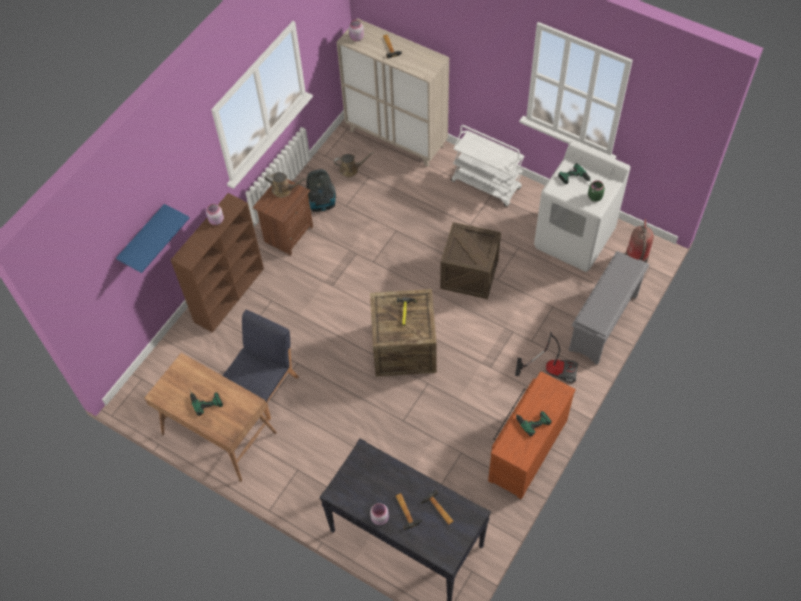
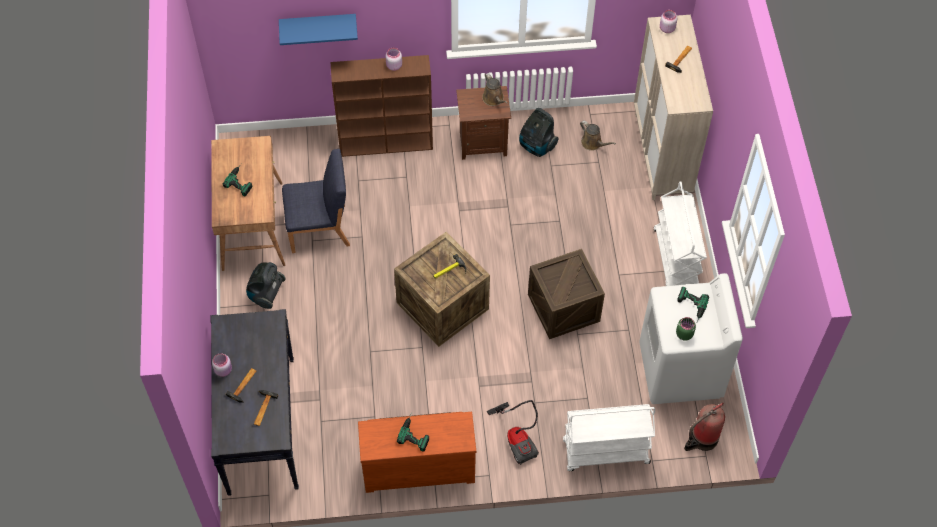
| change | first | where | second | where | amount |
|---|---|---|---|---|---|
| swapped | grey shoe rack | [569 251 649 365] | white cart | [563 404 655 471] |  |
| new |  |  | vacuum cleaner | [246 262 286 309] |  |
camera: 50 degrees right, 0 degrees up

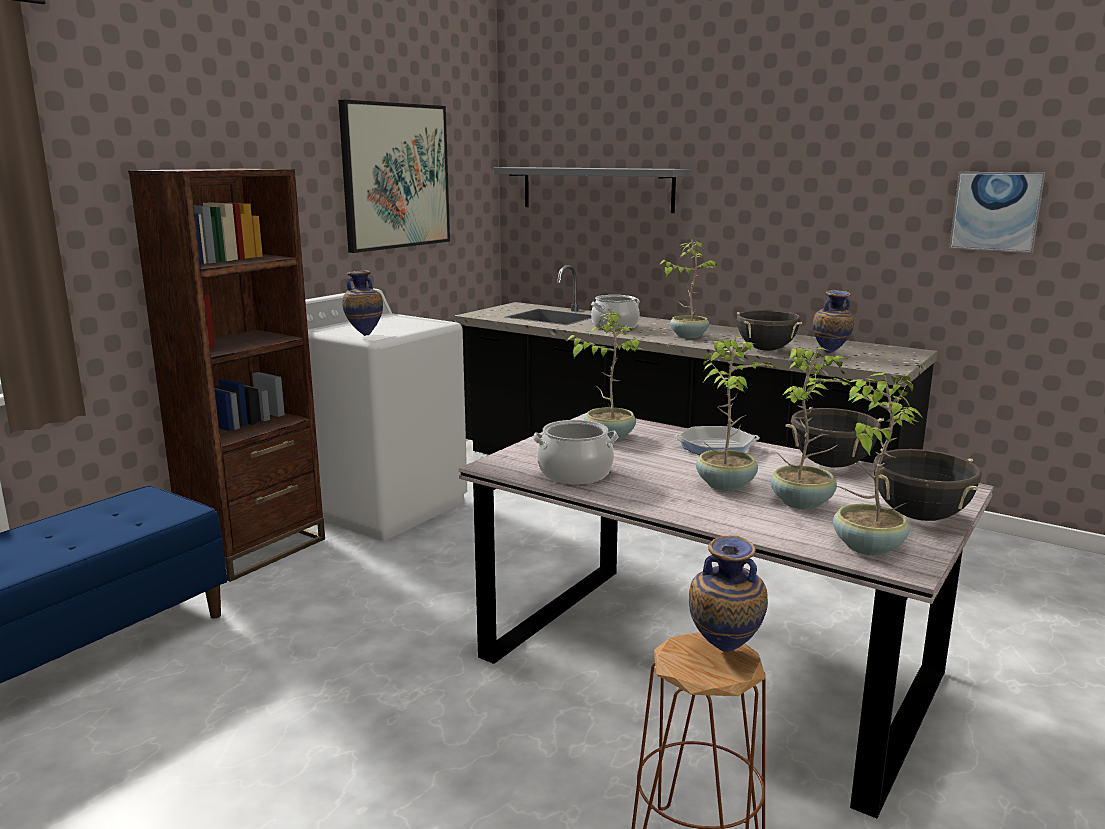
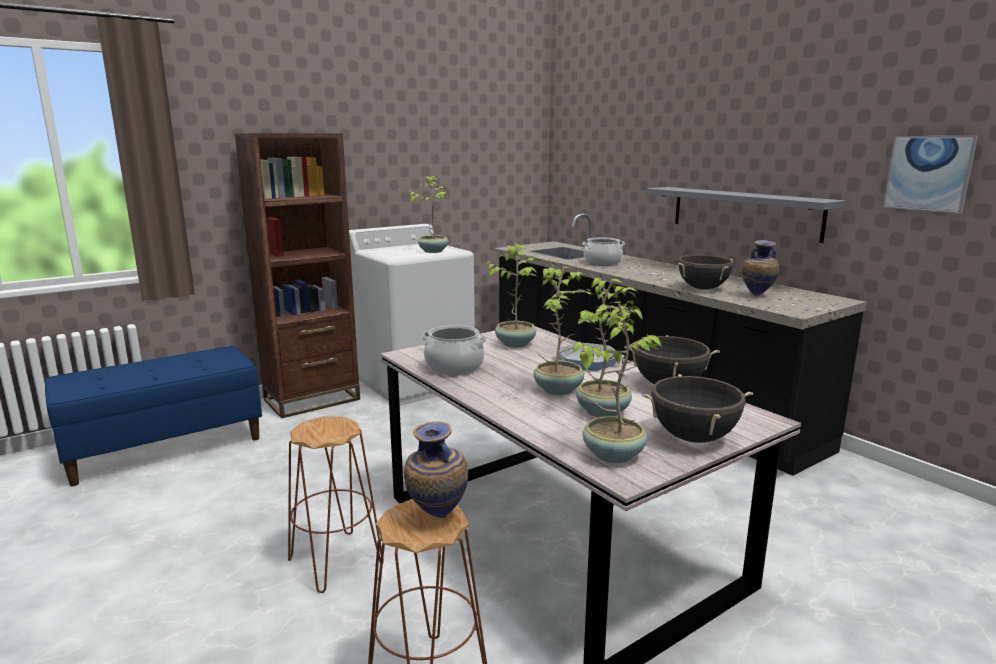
| change | first | where | second | where | amount |
|---|---|---|---|---|---|
| gone | picture | [338 100 450 253] |  |  |  |
| shifted | grey shelf | [493 167 691 213] |  | [647 187 846 243] |  |
| shifted | potted plant | [659 239 717 338] |  | [408 175 449 253] |  |
| gone | vase | [342 270 383 336] |  |  |  |
| new |  |  | brown stool | [288 416 384 593] |  |
camera: 20 degrees right, 0 degrees up

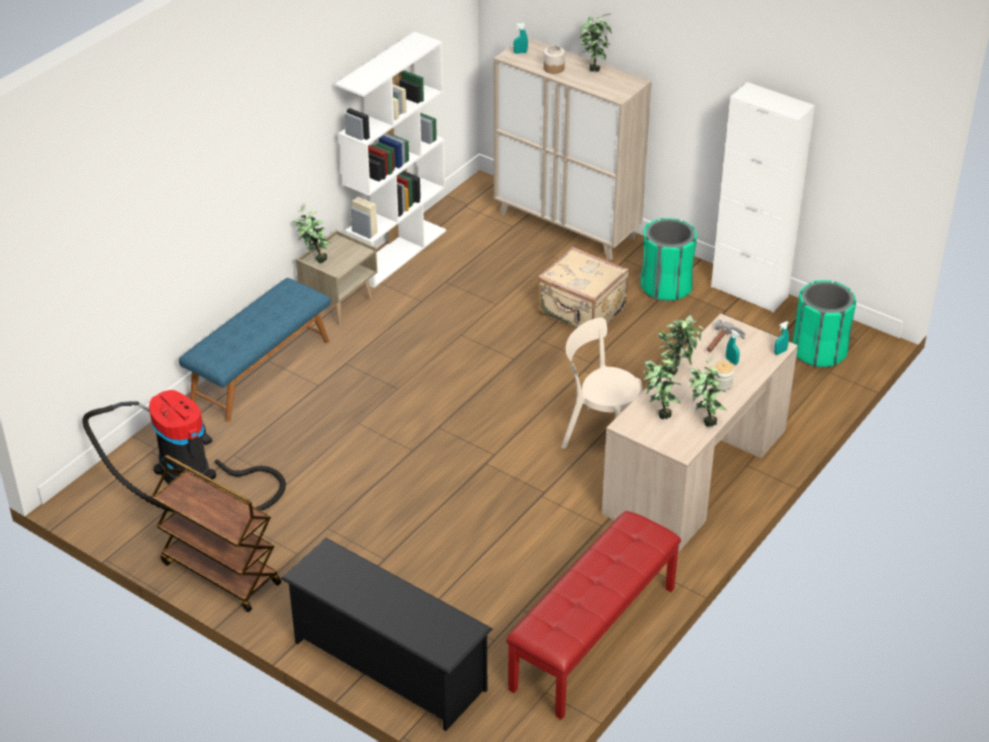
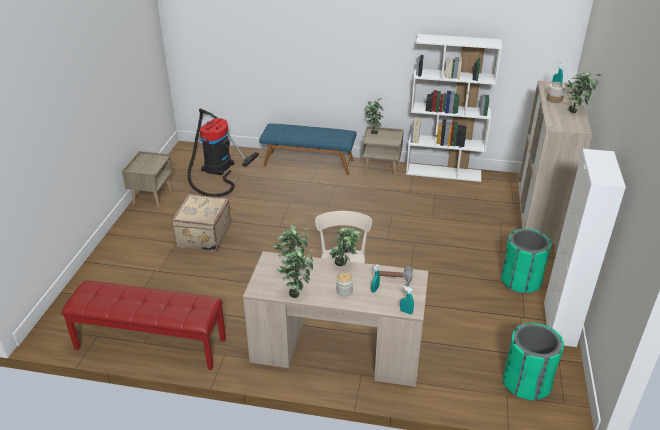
| change | first | where | second | where | amount |
|---|---|---|---|---|---|
| shifted | beige suitcase | [538 247 629 328] |  | [171 194 231 251] |  |
| swapped | brown cart | [151 455 281 612] | beige nightstand | [122 151 172 208] |  |
| gone | black shoe rack | [281 538 493 731] |  |  |  |
camera: 65 degrees right, 5 degrees down

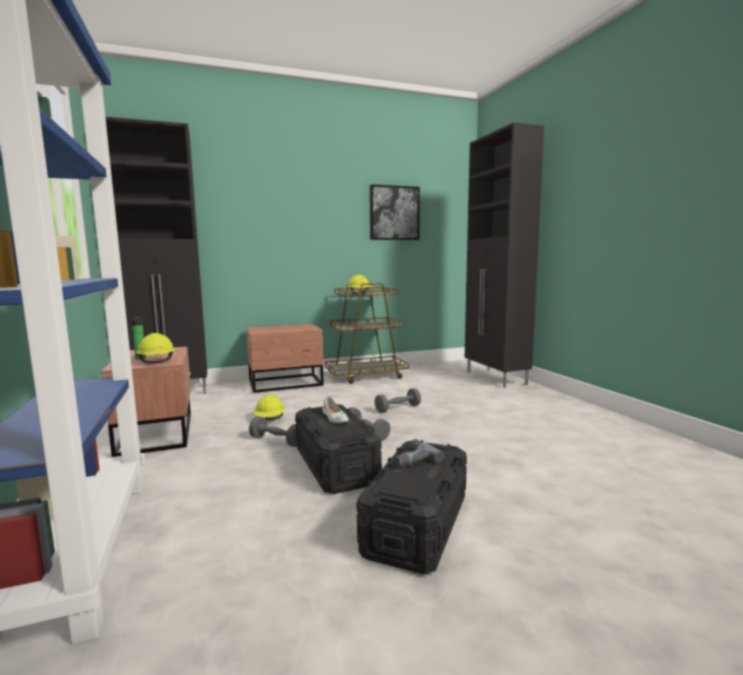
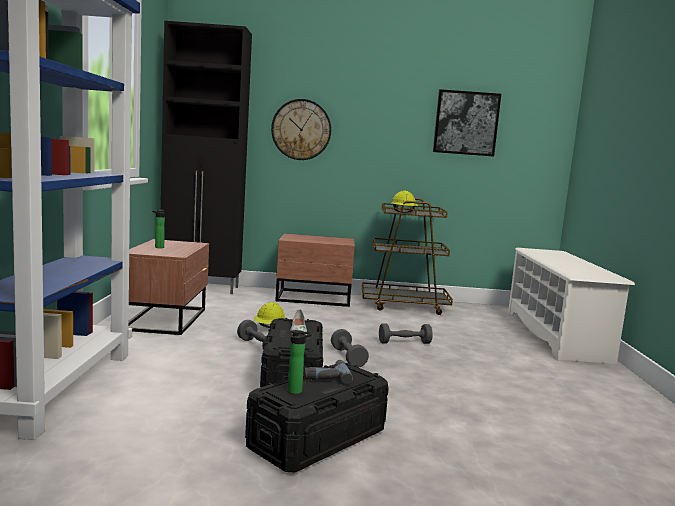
| change | first | where | second | where | amount |
|---|---|---|---|---|---|
| swapped | black cabinet | [465 122 544 388] | white shoe rack | [508 248 635 364] |  |
| gone | yellow hard hat | [136 333 176 363] |  |  |  |
| new |  |  | wall clock | [271 99 331 160] |  |
| new |  |  | bottle | [288 330 312 394] |  |
camera: 20 degrees right, 0 degrees up

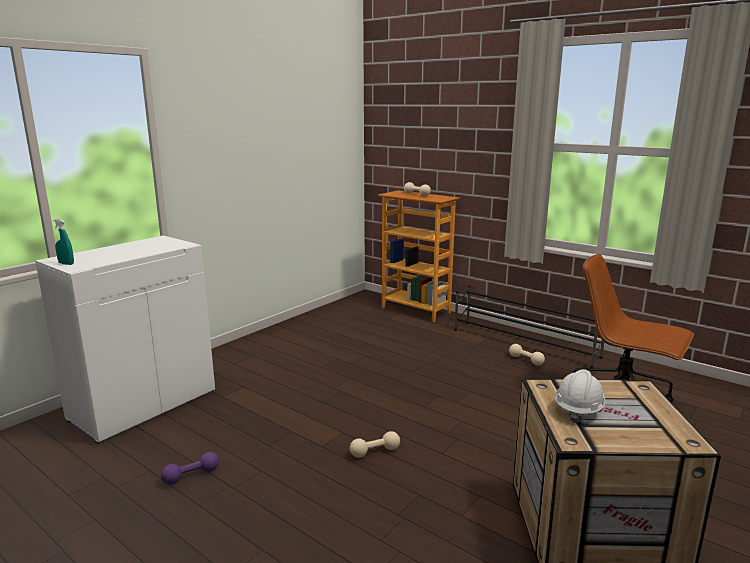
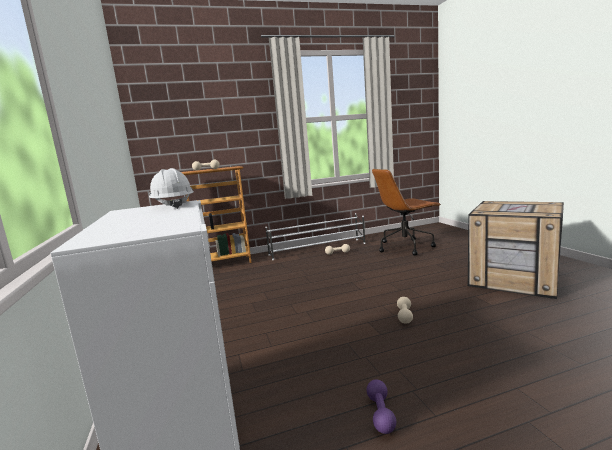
| change | first | where | second | where | amount |
|---|---|---|---|---|---|
| gone | turquoise spray bottle | [53 219 74 265] |  |  |  |
| repainted | black shoe rack | [454 285 604 368] | white shoe rack | [266 213 365 260] |  |
| shifted | white hard hat | [555 369 605 423] |  | [149 168 194 209] |  |
camera: 55 degrees left, 5 degrees down

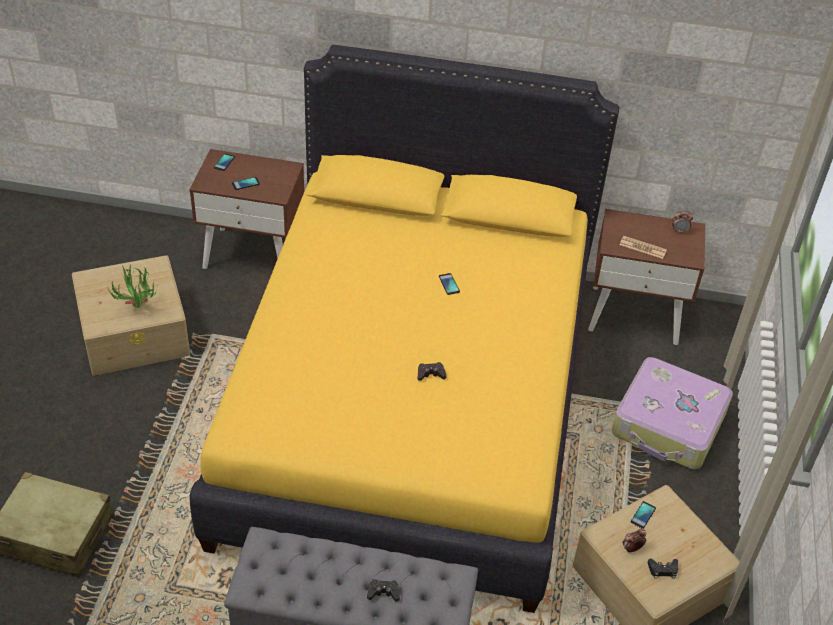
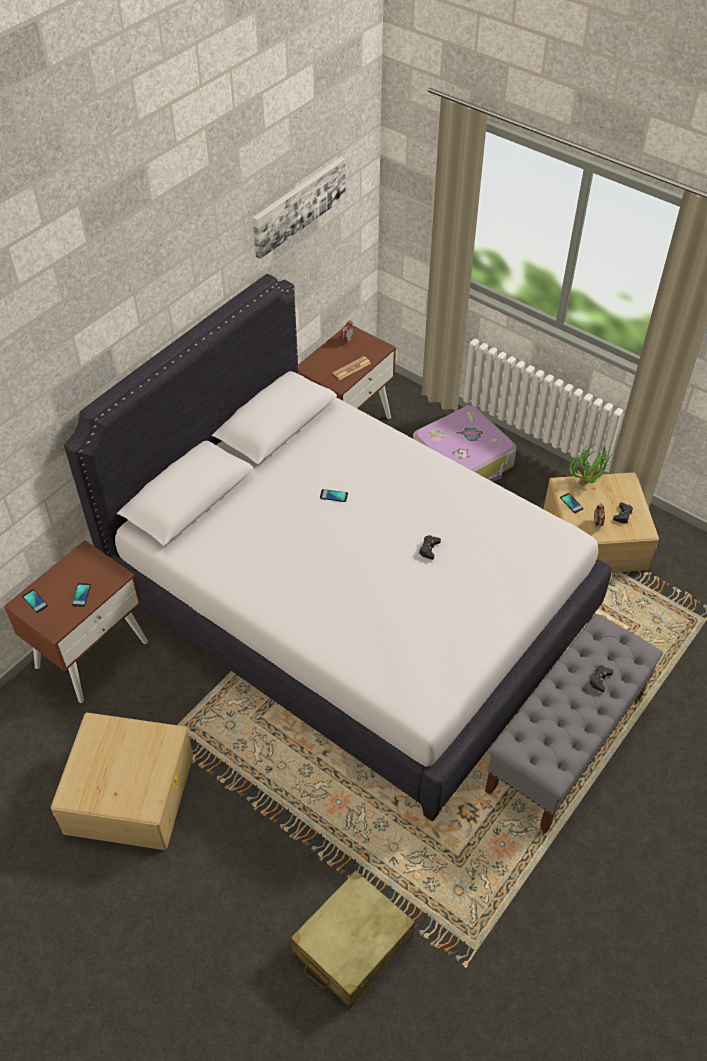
| change | first | where | second | where | amount |
|---|---|---|---|---|---|
| repainted | yellow bed | [190 45 619 613] | white bed | [64 274 612 822] |  |
| shifted | potted plant | [107 265 157 308] |  | [569 444 612 485] |  |
| new |  |  | picture | [252 157 346 259] |  |
camera: 60 degrees left, 5 degrees up

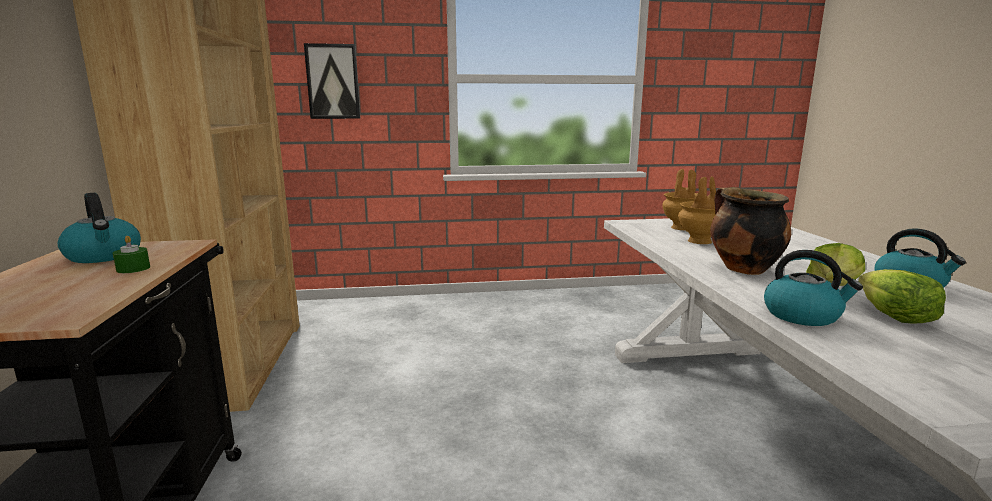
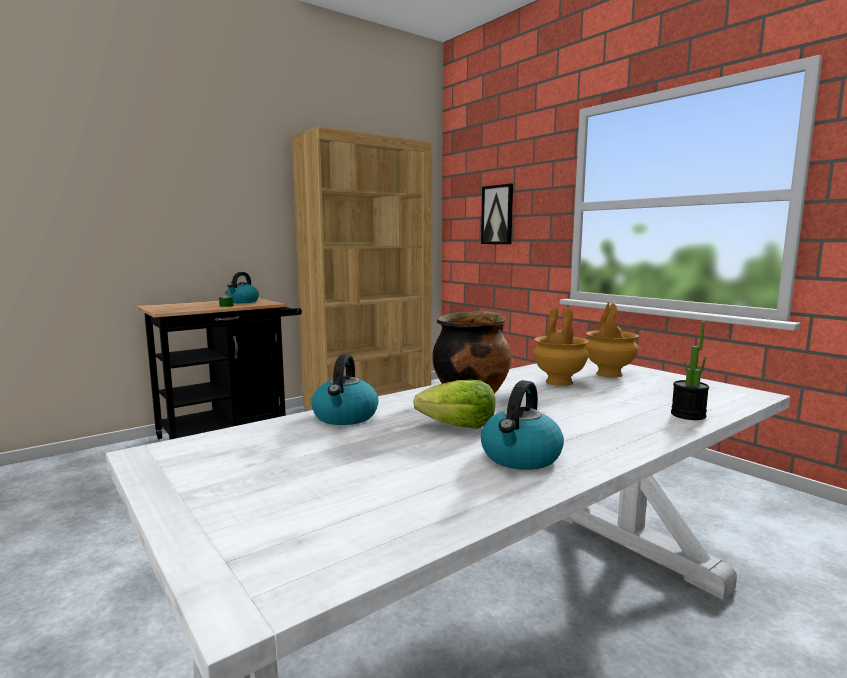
| change | first | where | second | where | amount |
|---|---|---|---|---|---|
| gone | lettuce | [858 269 946 324] |  |  |  |
| new |  |  | potted plant | [671 322 709 420] |  |
camera: 60 degrees right, 5 degrees down

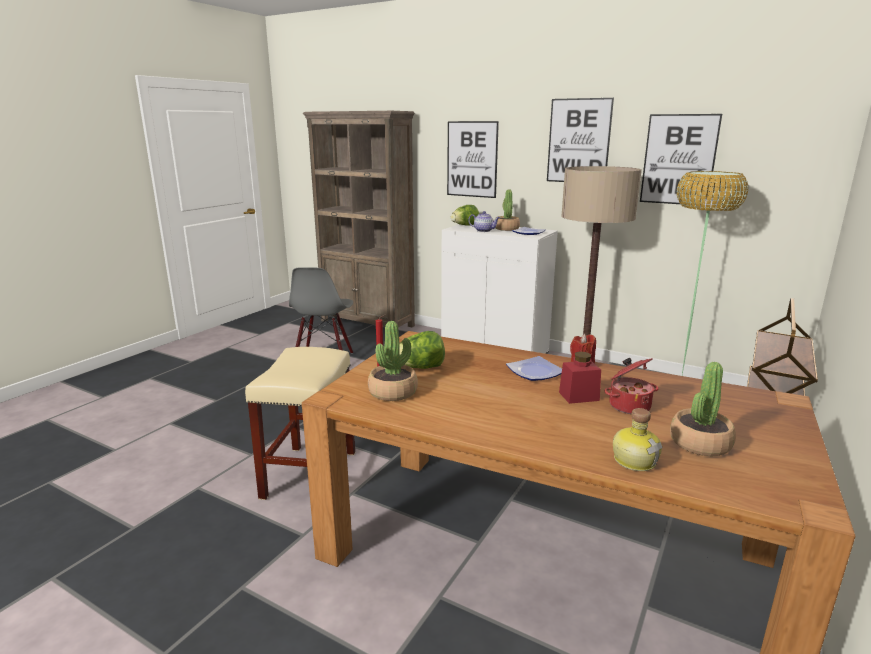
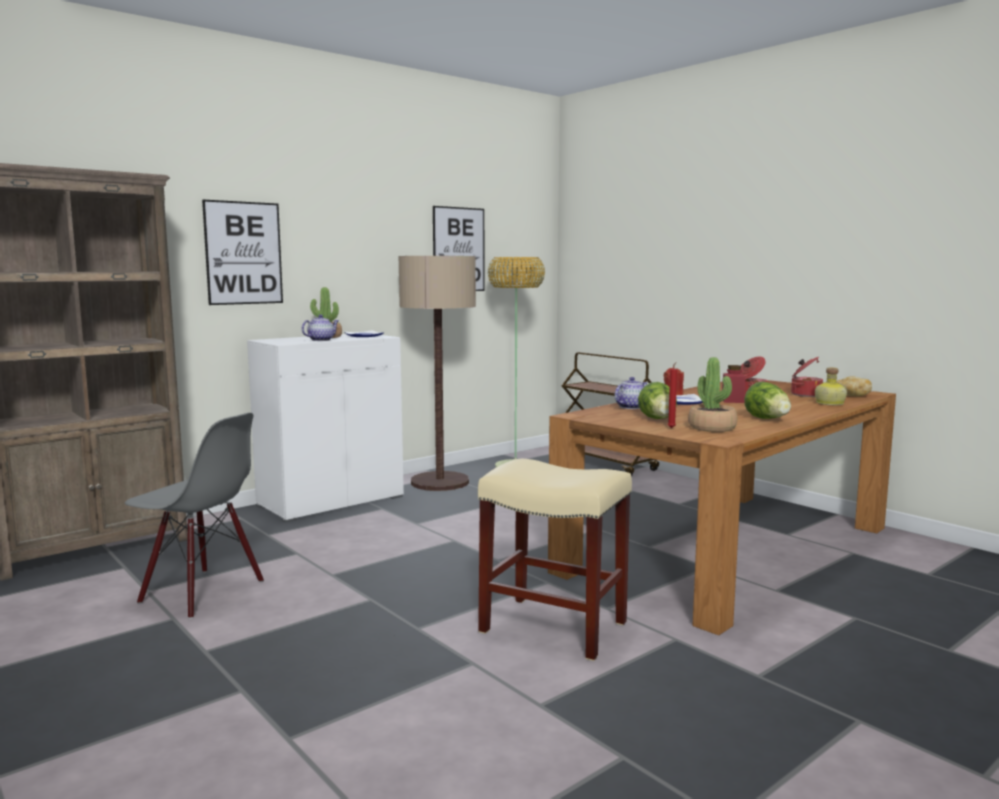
| change | first | where | second | where | amount |
|---|---|---|---|---|---|
| gone | picture | [547 98 614 182] |  |  |  |
| shifted | lettuce | [451 205 479 226] |  | [744 382 791 419] |  |
| swapped | potted plant | [670 362 736 456] | cooking pot | [791 357 823 397] |  |
| new |  |  | bread | [836 376 872 396] |  |
| new |  |  | teapot | [615 377 647 409] |  |
camera: 70 degrees left, 10 degrees down

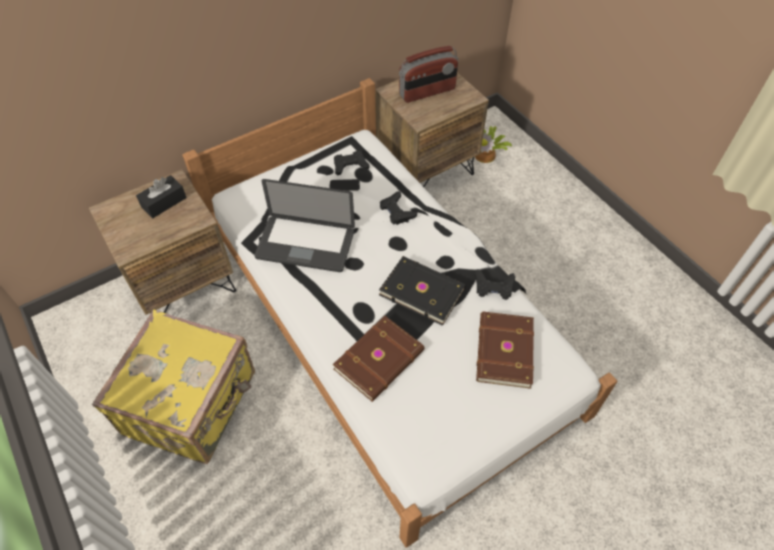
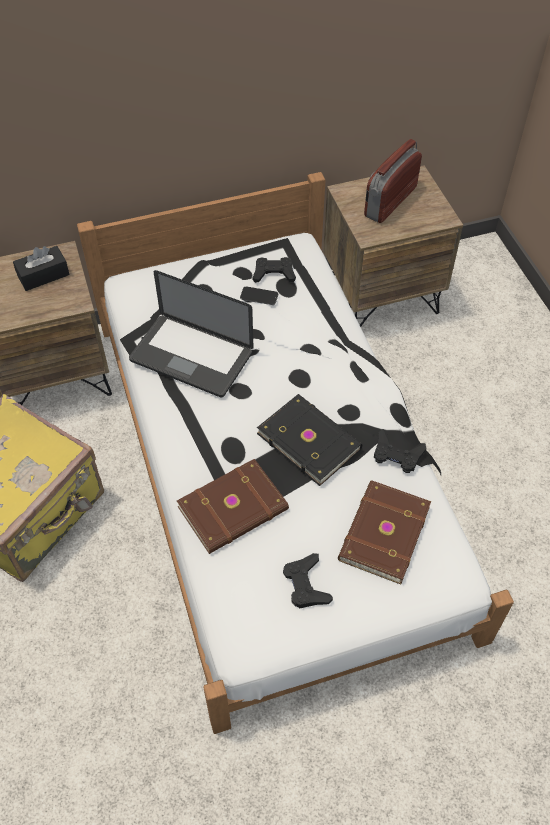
| change | first | where | second | where | amount |
|---|---|---|---|---|---|
| rotated | radio | [399 46 458 103] |  | [364 139 422 223] | 135 degrees clockwise |
| gone | potted plant | [475 126 512 163] |  |  |  |
| shifted | black game controller | [380 191 417 225] |  | [283 553 333 608] |  |
camera: 15 degrees right, 0 degrees up

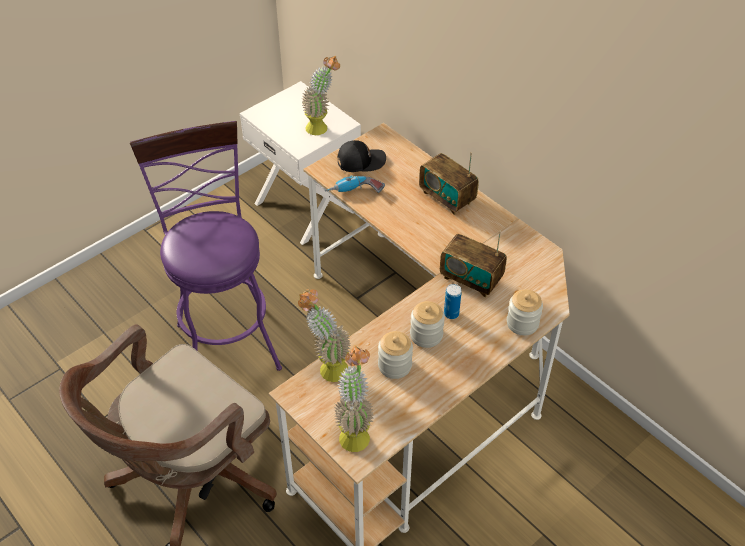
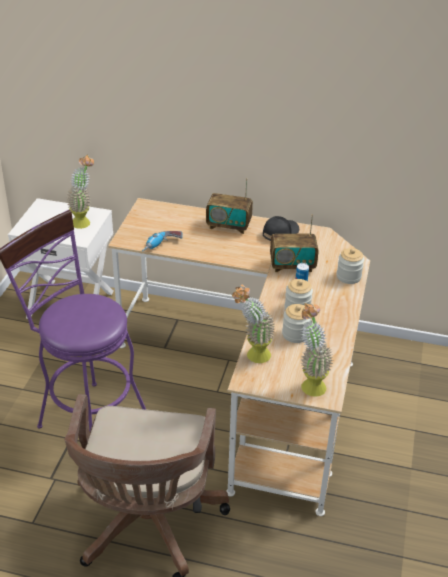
| change | first | where | second | where | amount |
|---|---|---|---|---|---|
| shifted | black cap | [338 140 386 172] |  | [263 216 299 241] |  |
camera: 35 degrees left, 10 degrees down

